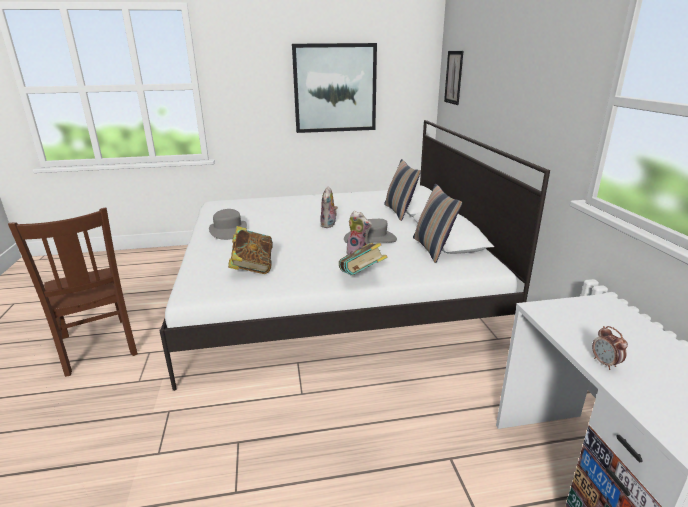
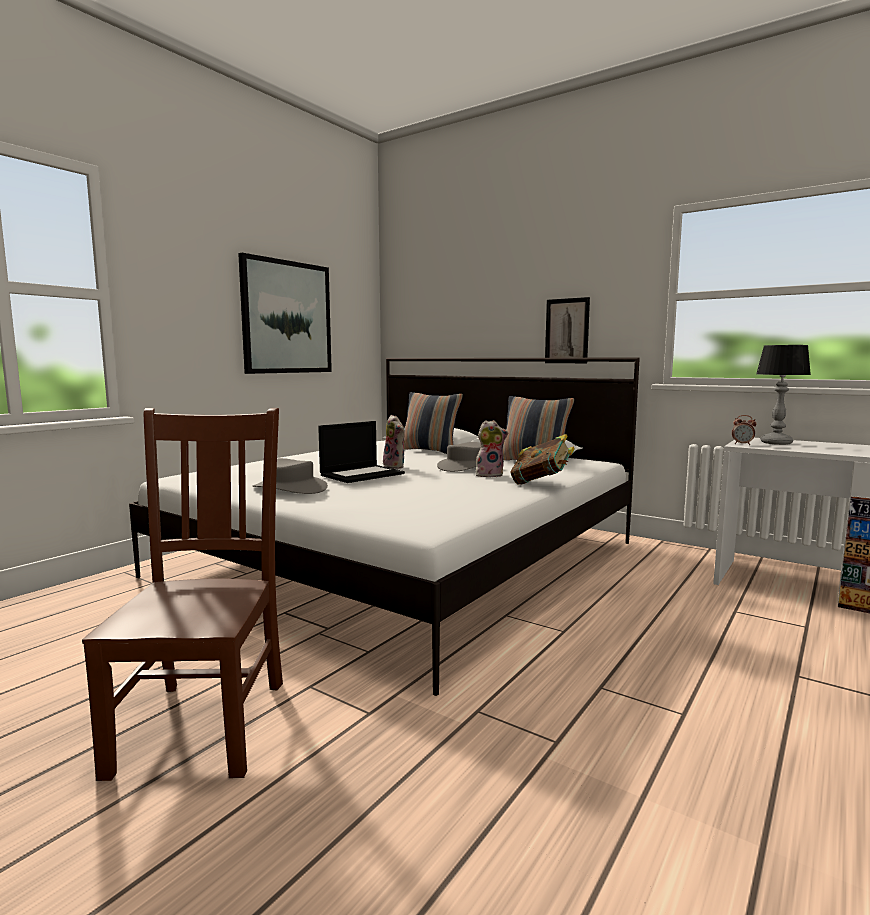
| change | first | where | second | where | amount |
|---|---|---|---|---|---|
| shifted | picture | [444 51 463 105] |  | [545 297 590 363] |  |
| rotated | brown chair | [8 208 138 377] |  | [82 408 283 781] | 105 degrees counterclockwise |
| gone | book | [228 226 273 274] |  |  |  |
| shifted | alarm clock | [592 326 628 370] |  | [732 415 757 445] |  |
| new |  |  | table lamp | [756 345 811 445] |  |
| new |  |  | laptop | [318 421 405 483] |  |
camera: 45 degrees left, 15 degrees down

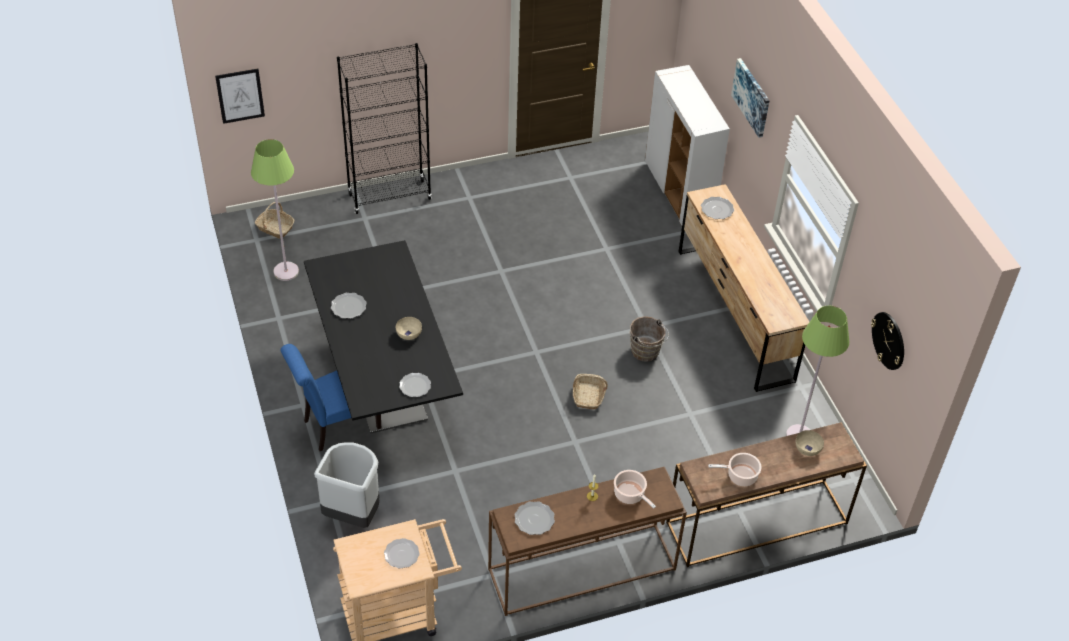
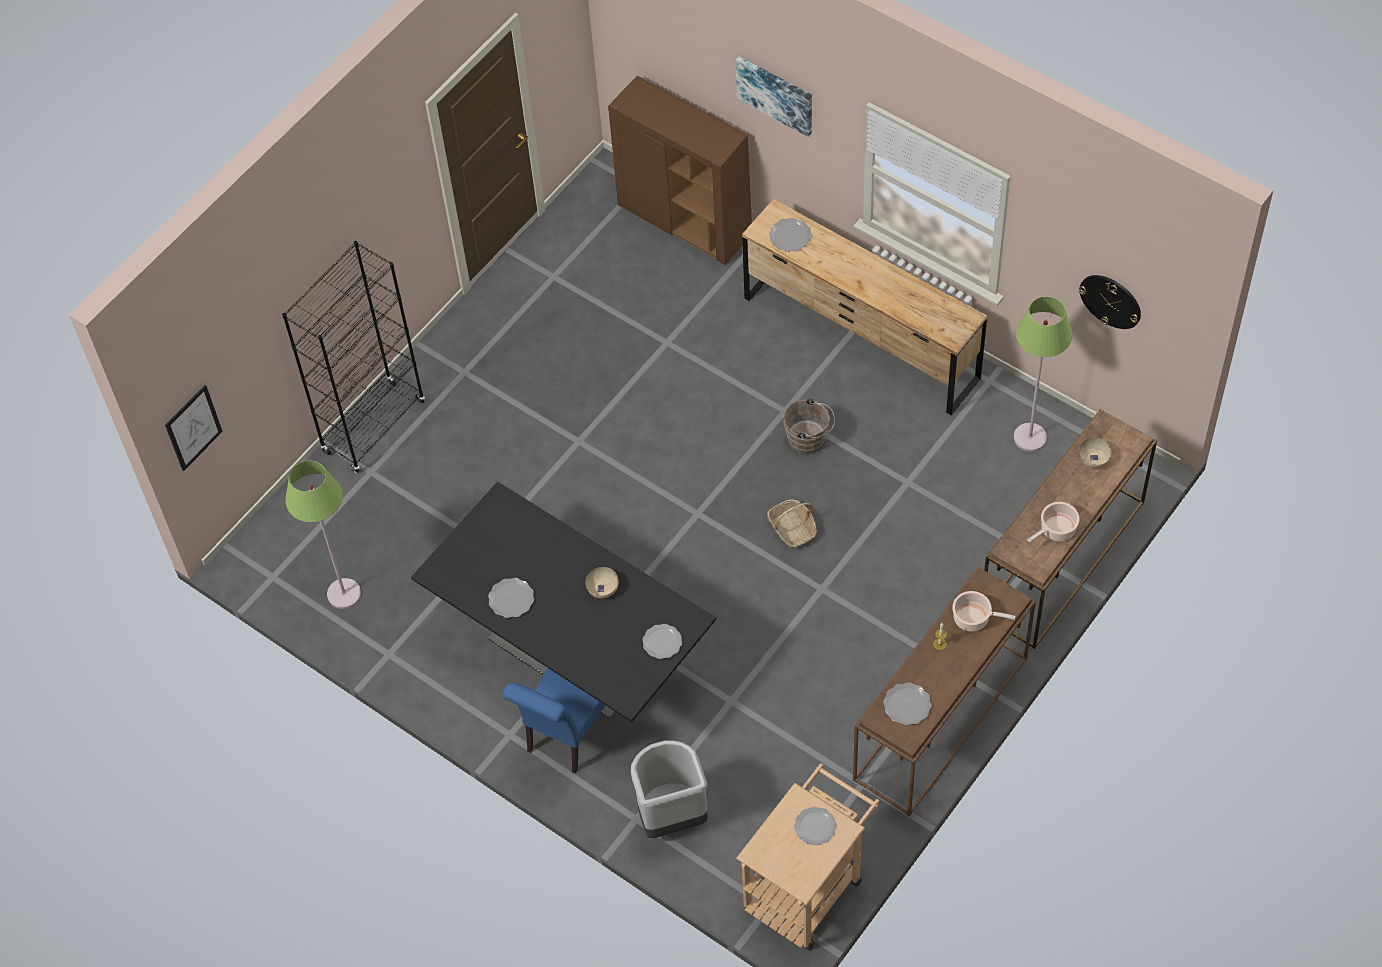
| change | first | where | second | where | amount |
|---|---|---|---|---|---|
| repainted | white cabinet | [645 65 730 226] | brown cabinet | [608 75 752 265] |  |
| gone | basket | [255 202 294 239] |  |  |  |
camera: 30 degrees left, 10 degrees up

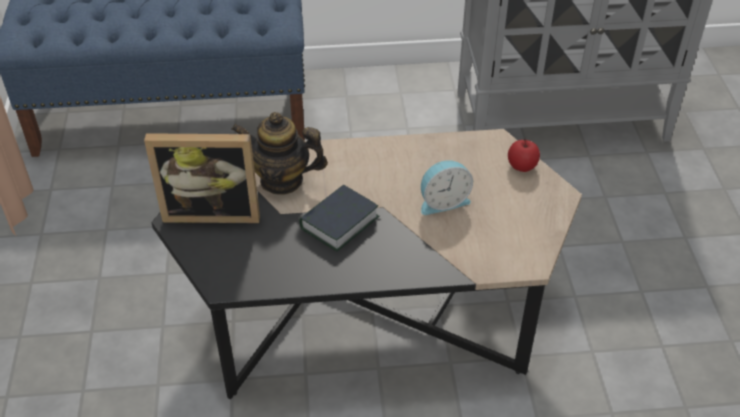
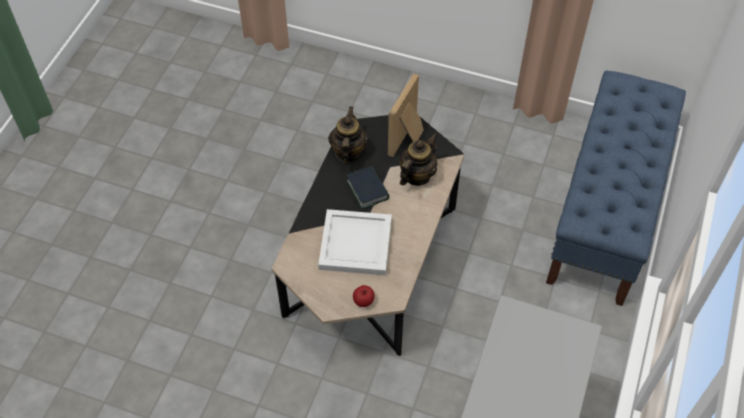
| change | first | where | second | where | amount |
|---|---|---|---|---|---|
| swapped | alarm clock | [421 160 473 215] | white tray | [318 209 392 275] |  |
| new |  |  | teapot | [328 106 369 165] |  |
camera: 115 degrees right, 10 degrees up

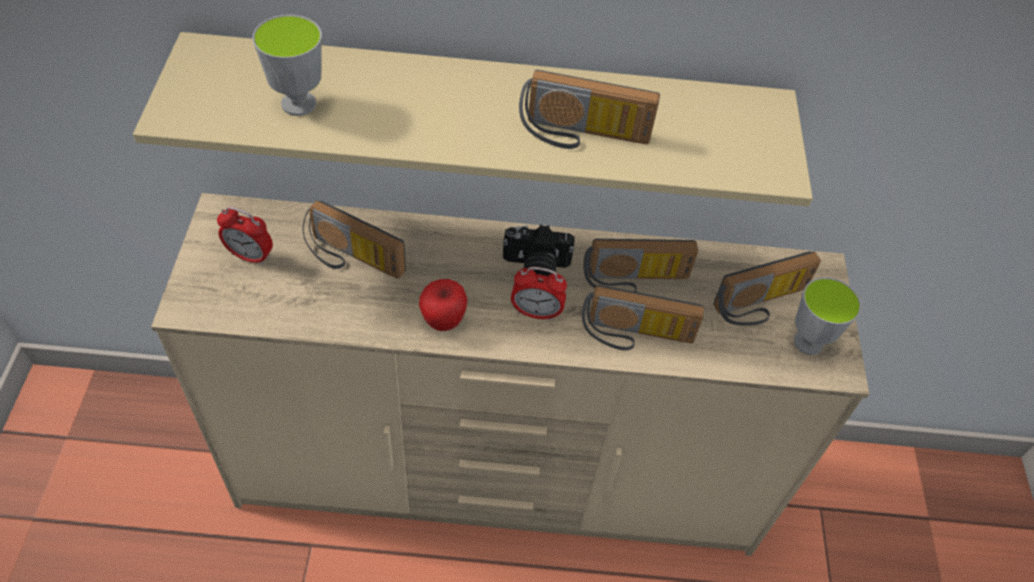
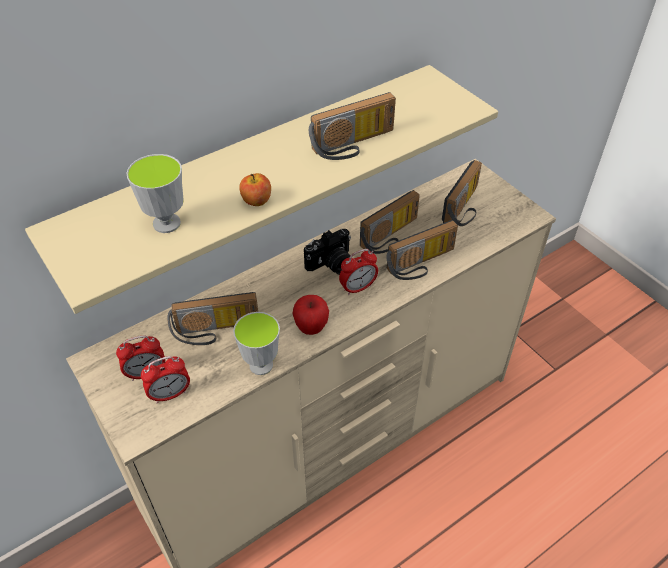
| change | first | where | second | where | amount |
|---|---|---|---|---|---|
| shifted | cup | [794 277 861 355] |  | [233 312 280 375] |  |
| new |  |  | apple | [239 173 271 206] |  |
| new |  |  | alarm clock | [141 356 190 403] |  |
camera: 35 degrees left, 5 degrees down

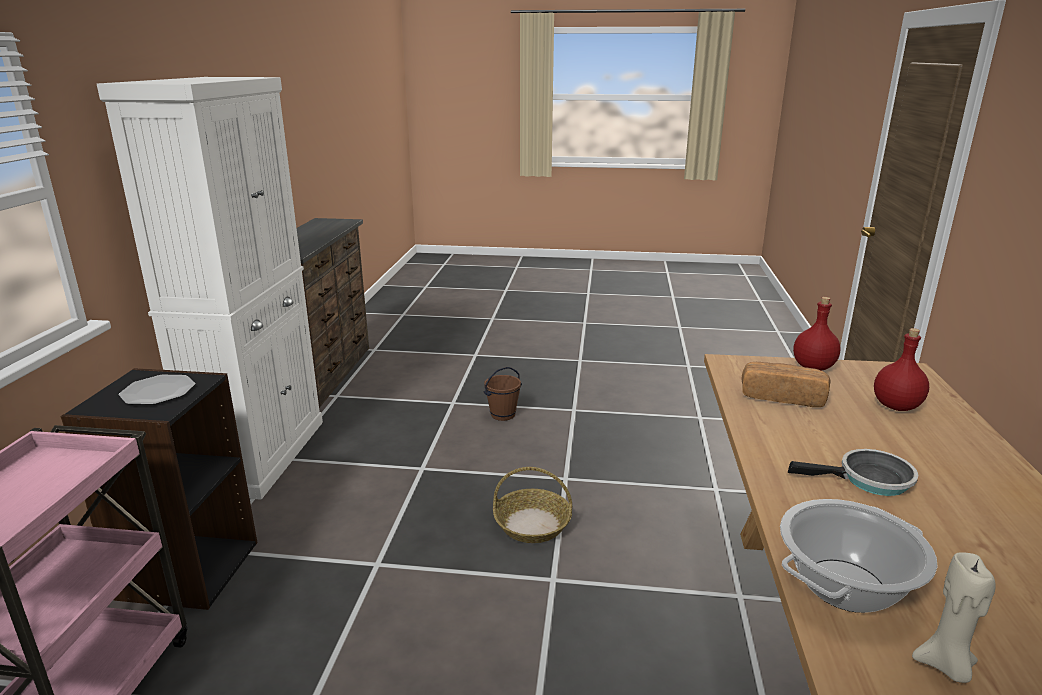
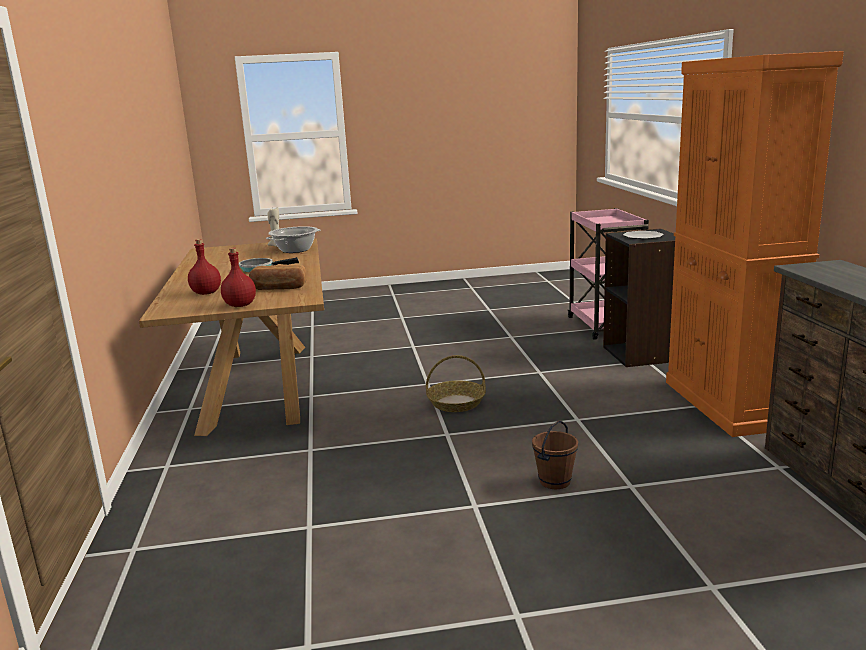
| change | first | where | second | where | amount |
|---|---|---|---|---|---|
| repainted | white cabinet | [97 77 323 500] | orange cabinet | [666 51 844 437] |  |
camera: 165 degrees right, 5 degrees down

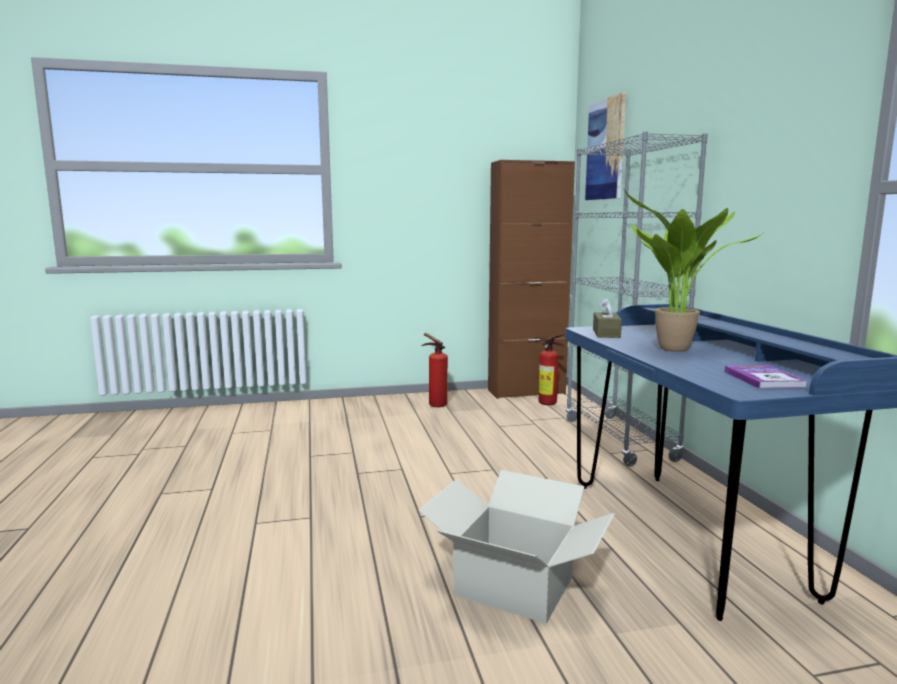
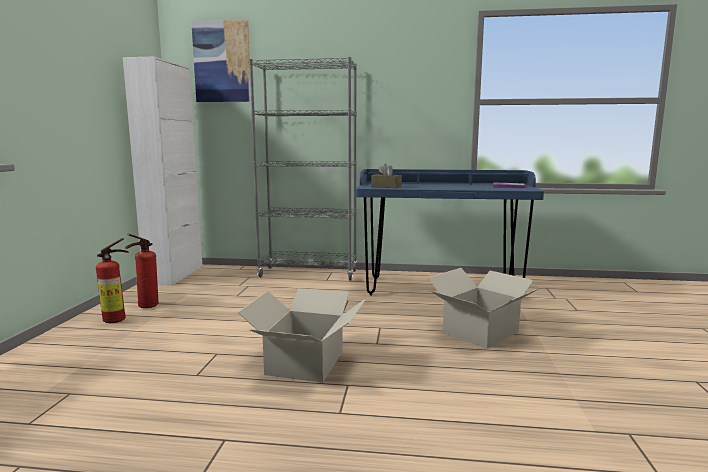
| change | first | where | second | where | amount |
|---|---|---|---|---|---|
| repainted | brown cabinet | [488 160 575 399] | white cabinet | [123 56 203 286] |  |
| gone | potted plant | [623 188 763 352] |  |  |  |
| shifted | fire extinguisher | [539 334 566 405] |  | [96 238 129 323] |  |
| new |  |  | cardboard box | [238 288 366 383] |  |
camera: 70 degrees left, 0 degrees up

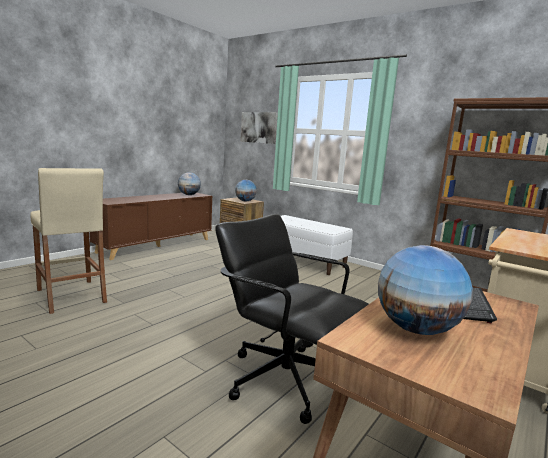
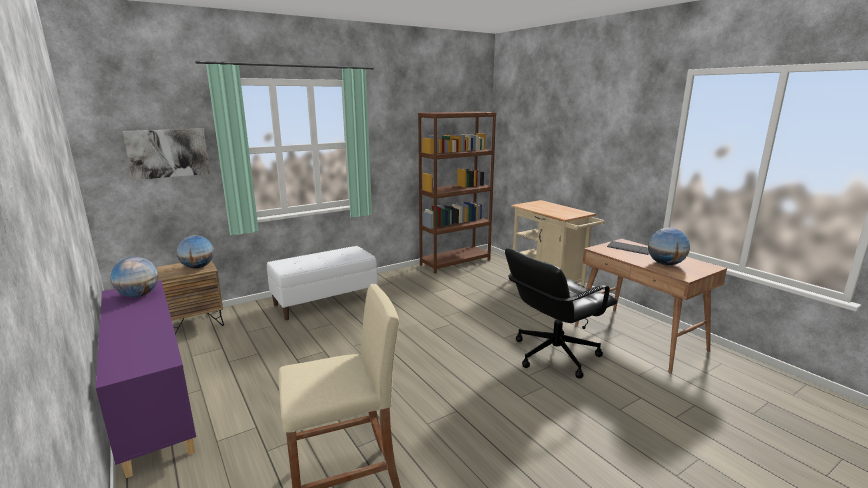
| change | first | where | second | where | amount |
|---|---|---|---|---|---|
| repainted | brown cabinet | [90 193 212 260] | purple cabinet | [96 280 196 478] |  |
camera: 70 degrees left, 5 degrees up

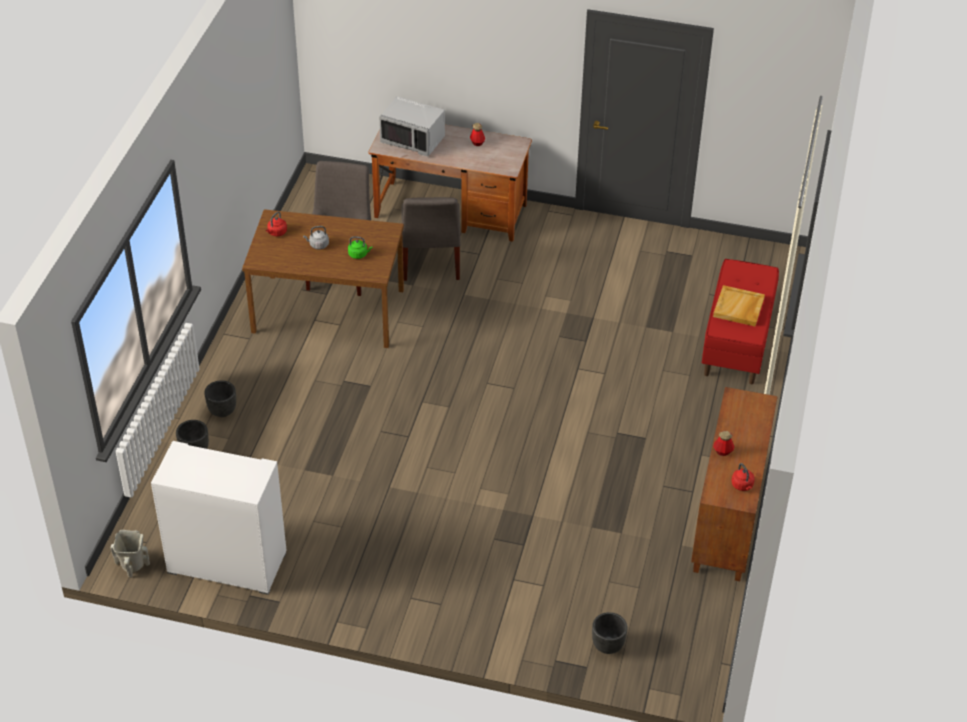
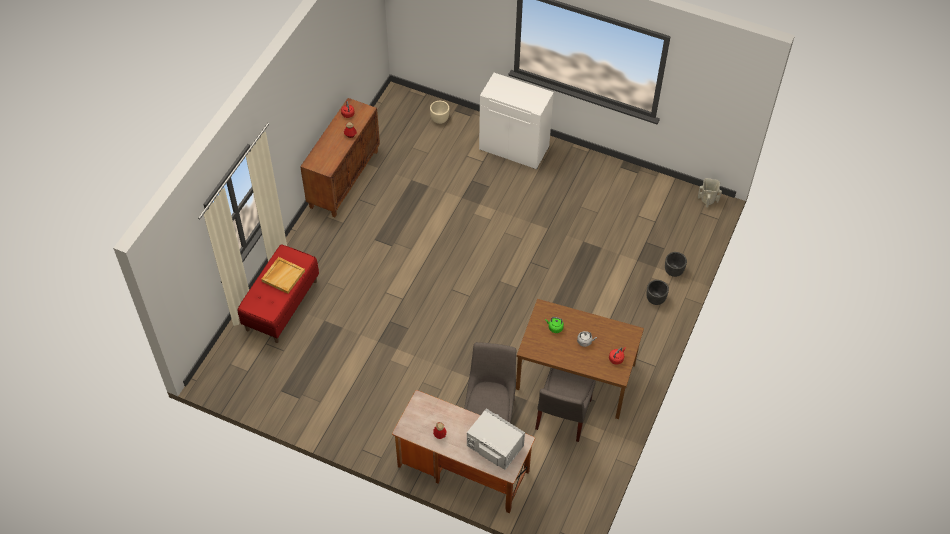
| change | first | where | second | where | amount |
|---|---|---|---|---|---|
| shifted | white cabinet | [151 441 286 595] |  | [479 73 554 169] |  |
| repainted | black planter | [592 612 628 654] | beige planter | [430 101 449 124] |  |
camera: 170 degrees left, 10 degrees up

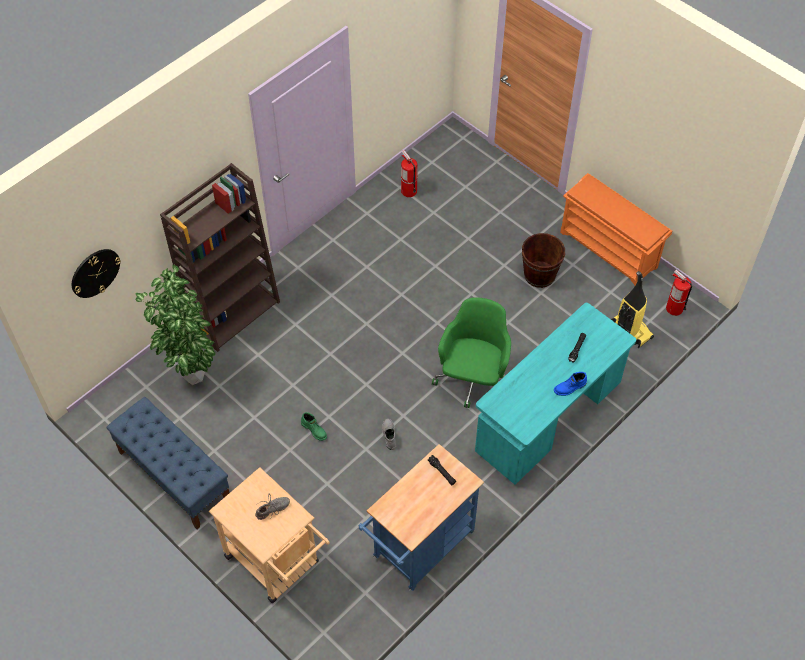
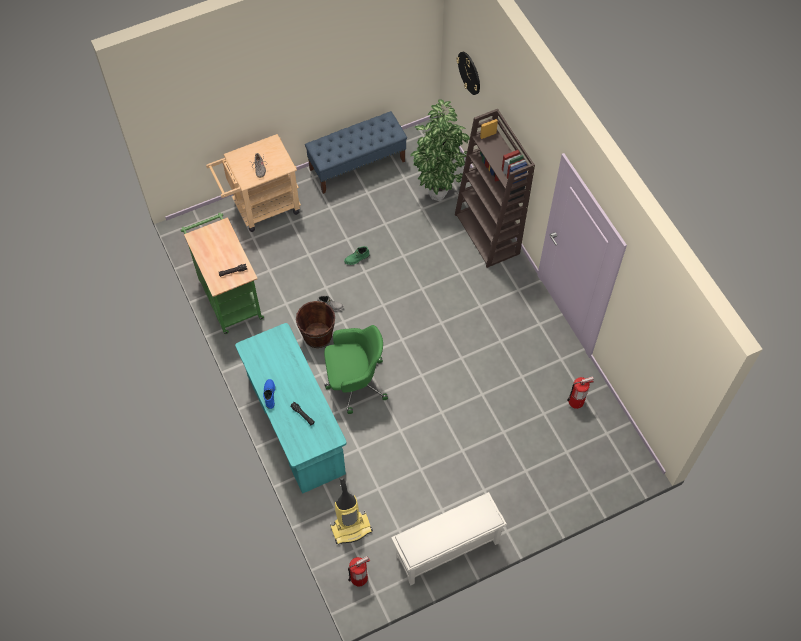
| change | first | where | second | where | amount |
|---|---|---|---|---|---|
| repainted | orange shoe rack | [560 173 672 286] | white shoe rack | [391 492 507 586] |  |
| shifted | brown bucket | [522 233 565 288] |  | [296 301 335 348] |  |
| rotated | green office chair | [432 297 511 408] |  | [324 325 388 414] | 45 degrees counterclockwise |
| repainted | blue cart | [359 444 484 591] | green cart | [181 213 264 334] |  |
camera: 110 degrees right, 5 degrees up

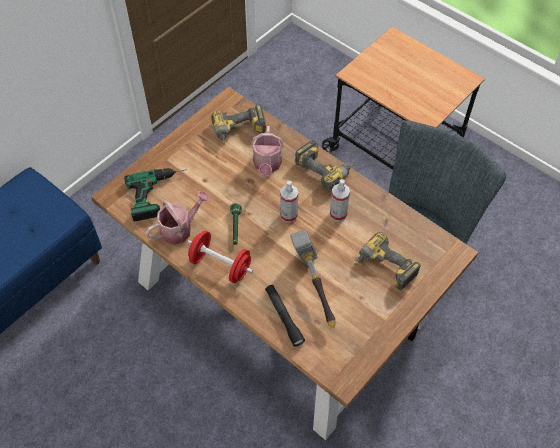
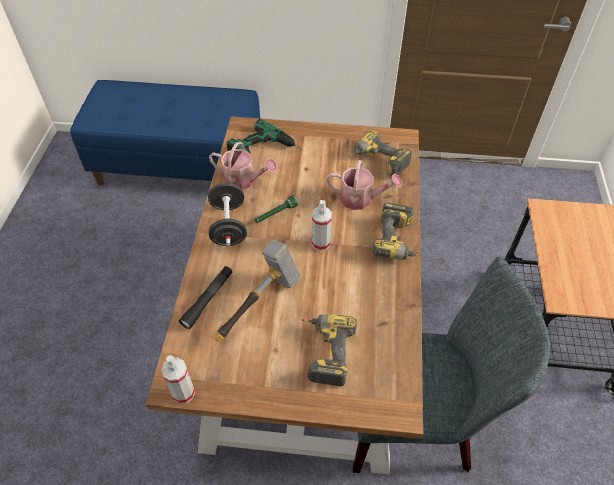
| change | first | where | second | where | amount |
|---|---|---|---|---|---|
| rotated | watering can | [251 126 284 178] |  | [326 160 402 210] | 135 degrees counterclockwise |
| shifted | spray bottle | [330 179 350 222] |  | [161 355 195 404] |  |
| repainted | red dumbbell | [187 231 253 283] | black dumbbell | [208 183 247 246] |  |
camera: 55 degrees right, 5 degrees down

